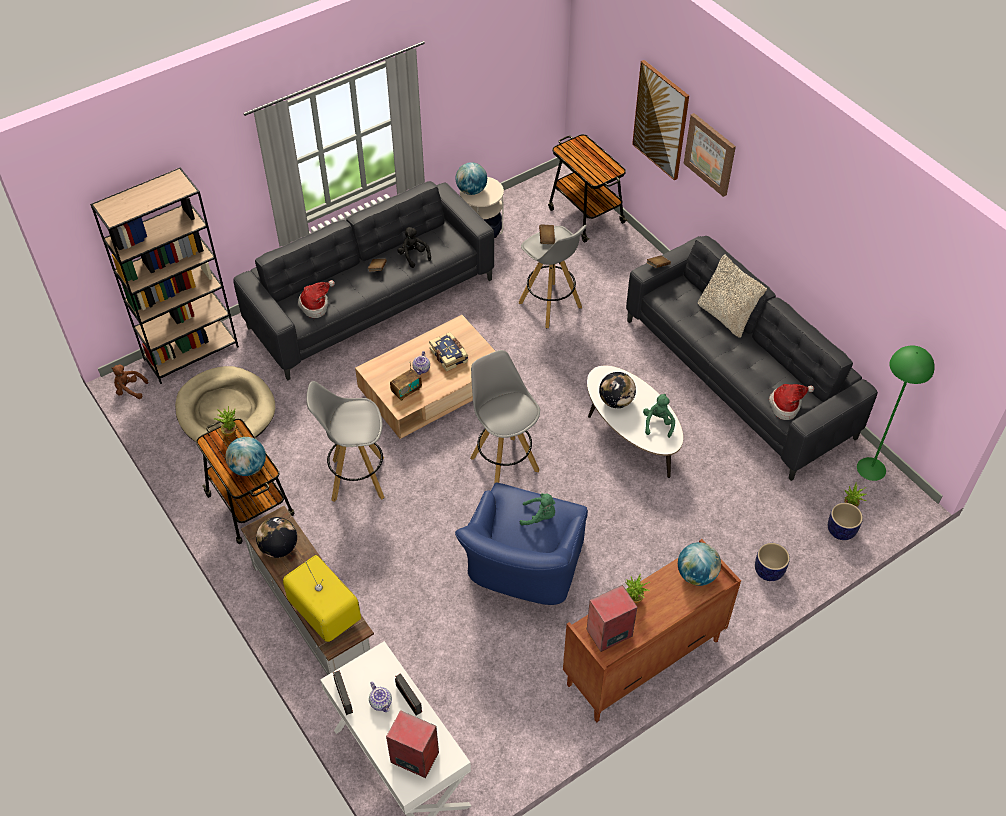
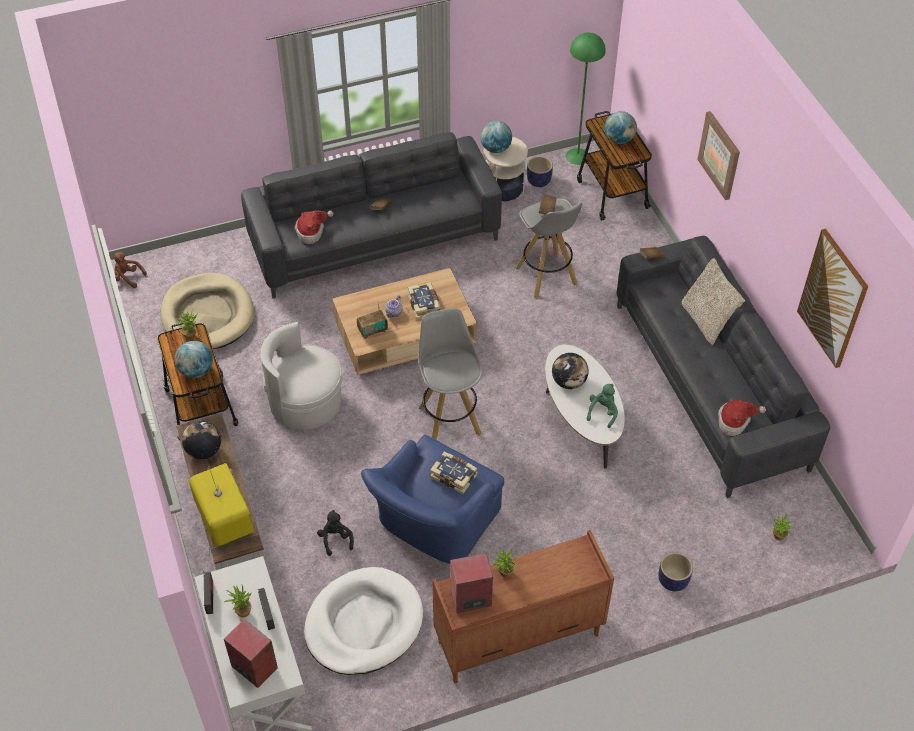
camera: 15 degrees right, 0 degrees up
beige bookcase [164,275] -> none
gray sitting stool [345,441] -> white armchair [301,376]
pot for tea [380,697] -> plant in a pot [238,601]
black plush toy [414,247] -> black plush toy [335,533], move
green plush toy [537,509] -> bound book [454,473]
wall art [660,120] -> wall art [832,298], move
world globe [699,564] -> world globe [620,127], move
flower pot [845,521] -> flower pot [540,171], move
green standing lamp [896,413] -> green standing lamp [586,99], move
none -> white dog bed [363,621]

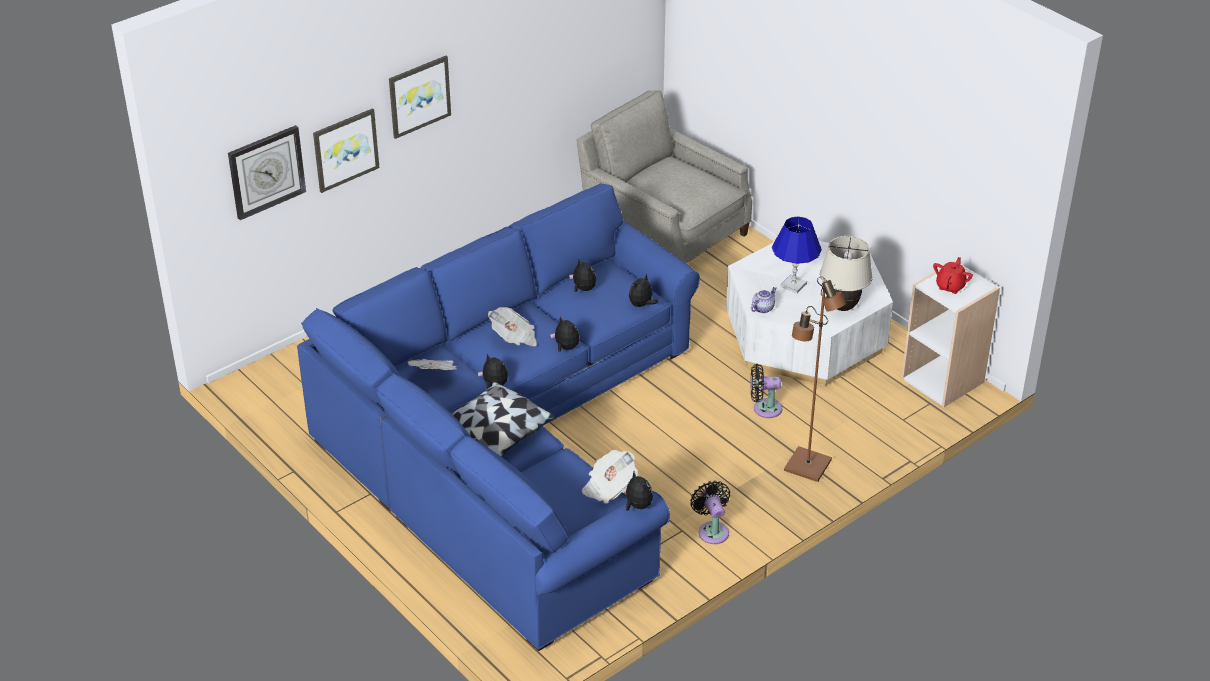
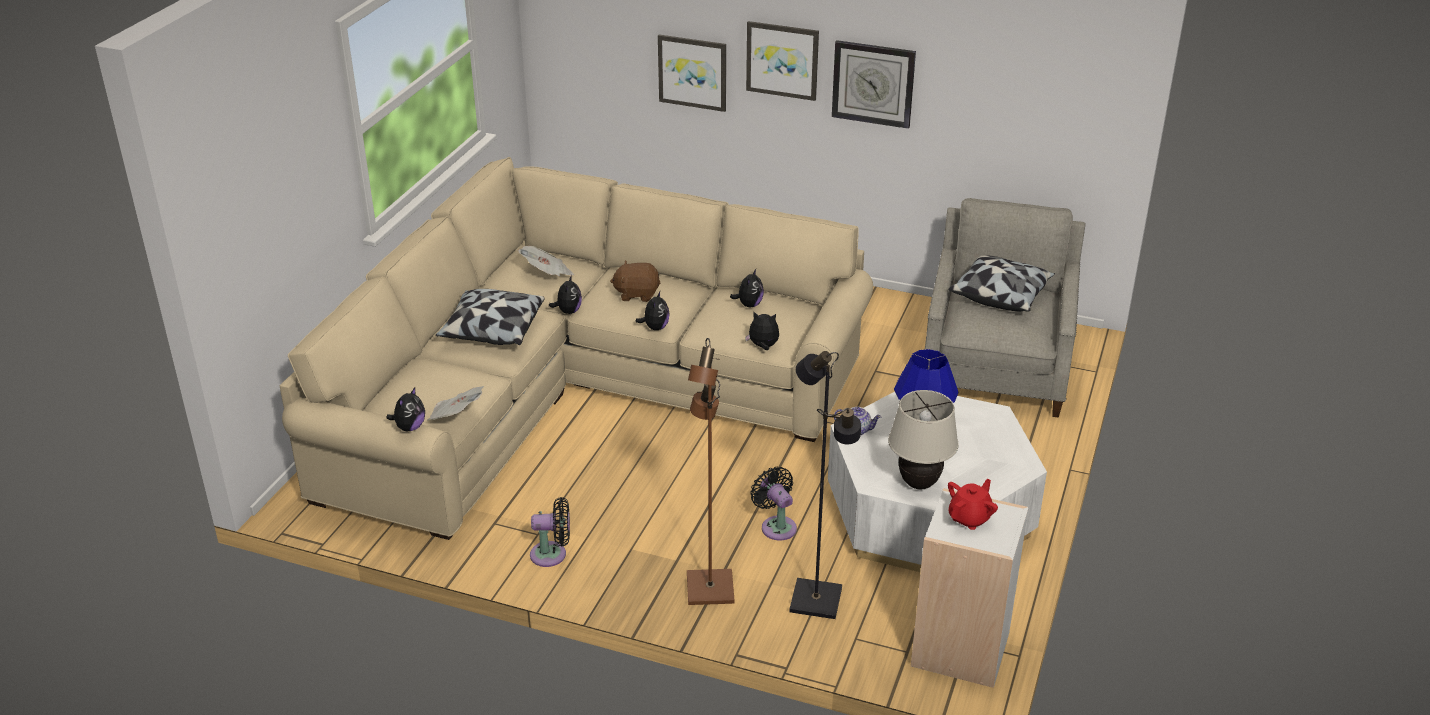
camera: 60 degrees right, 5 degrees down
hanging clock [267,172] -> hanging clock [874,84], move
blue settee [498,417] -> beige settee [576,348]
daily paper [512,326] -> brownish plush toy [635,281]
black electric fan [710,512] -> black electric fan [550,532], 45 degrees clockwise
red pot for tea [953,275] -> red pot for tea [973,504], 45 degrees counterclockwise
none -> black standing lamp [825,485]
none -> throw pillow [1001,283]

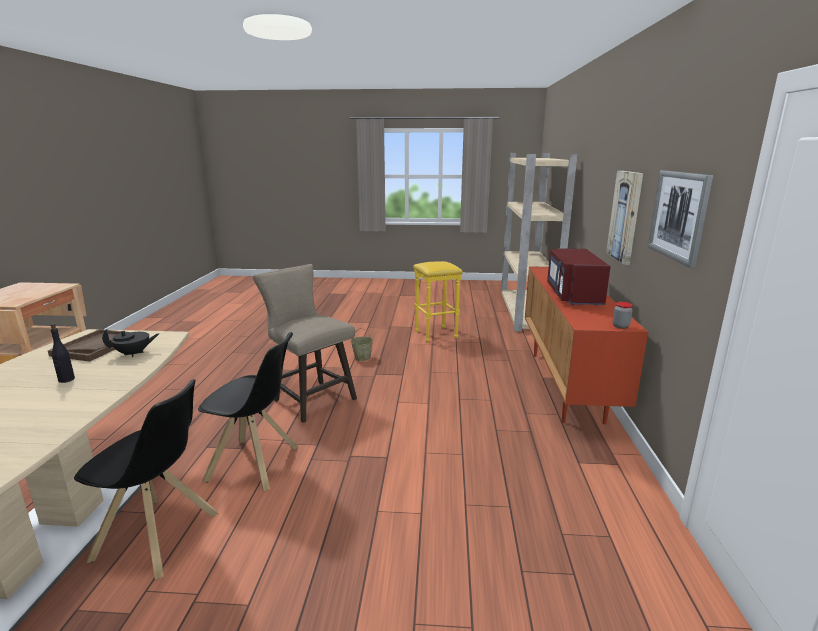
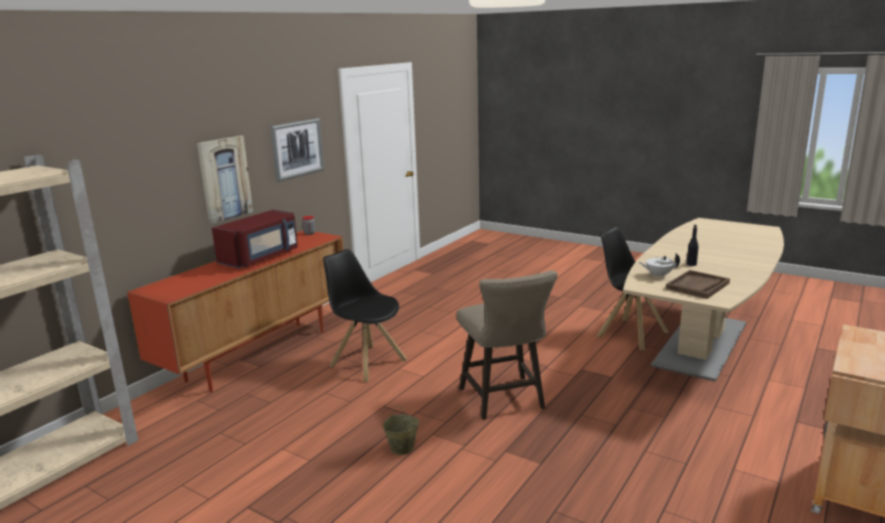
camera: 150 degrees left, 0 degrees up
black pot for tea [130,343] -> white pot for tea [659,265]
black plain chair [248,411] -> black plain chair [365,315], move
yellow-coloured sitting stool [438,301] -> none

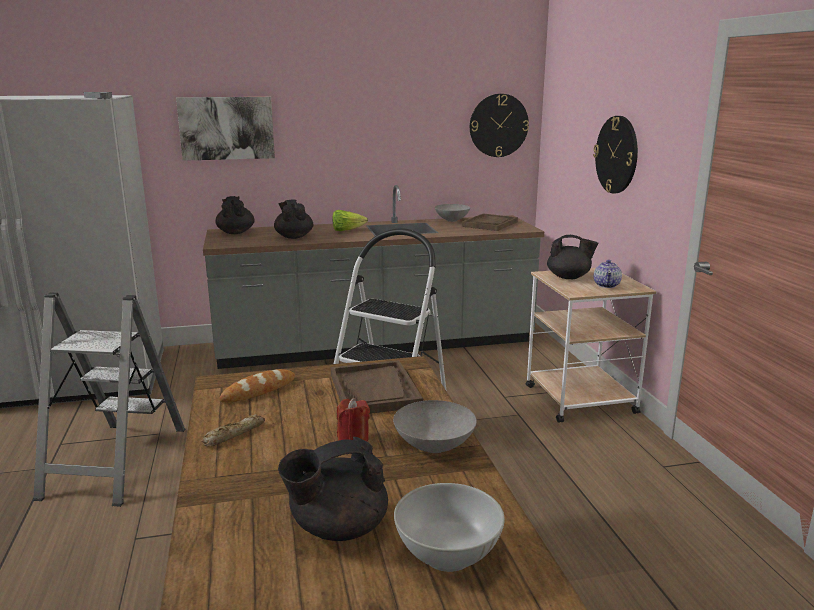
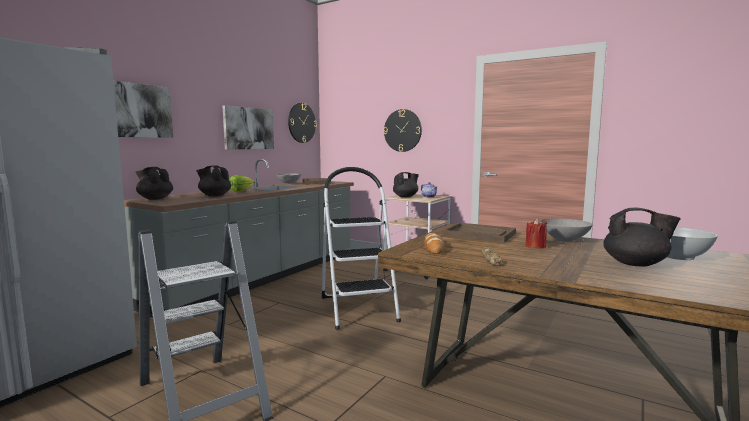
camera: 45 degrees left, 10 degrees down
black pot for tea [333,489] -> black pot for tea [642,237], 90 degrees counterclockwise
none -> wall art [248,127]

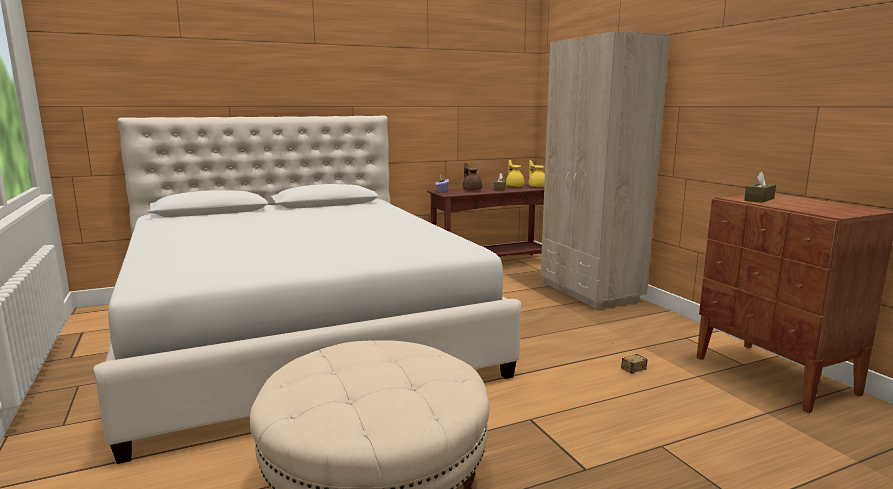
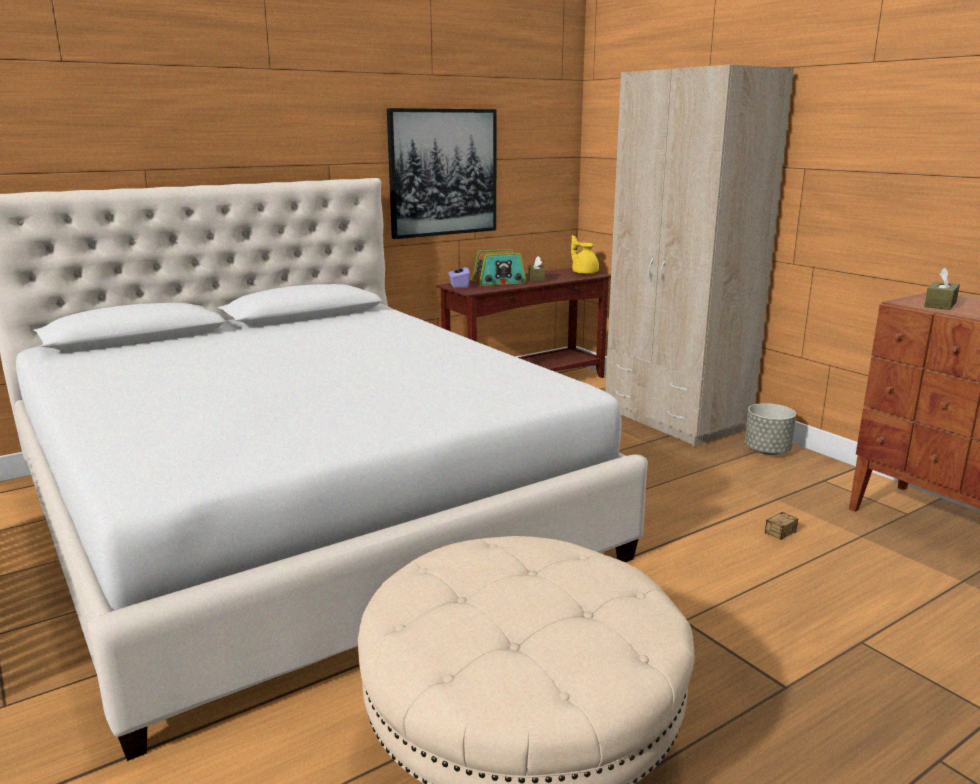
camera: 10 degrees left, 5 degrees up
brownish pot for tea [472,176] -> radio receiver [499,267]
yellow-coloured pot for tea [515,173] -> none
none -> wall art [442,173]
none -> gray flower pot [770,429]

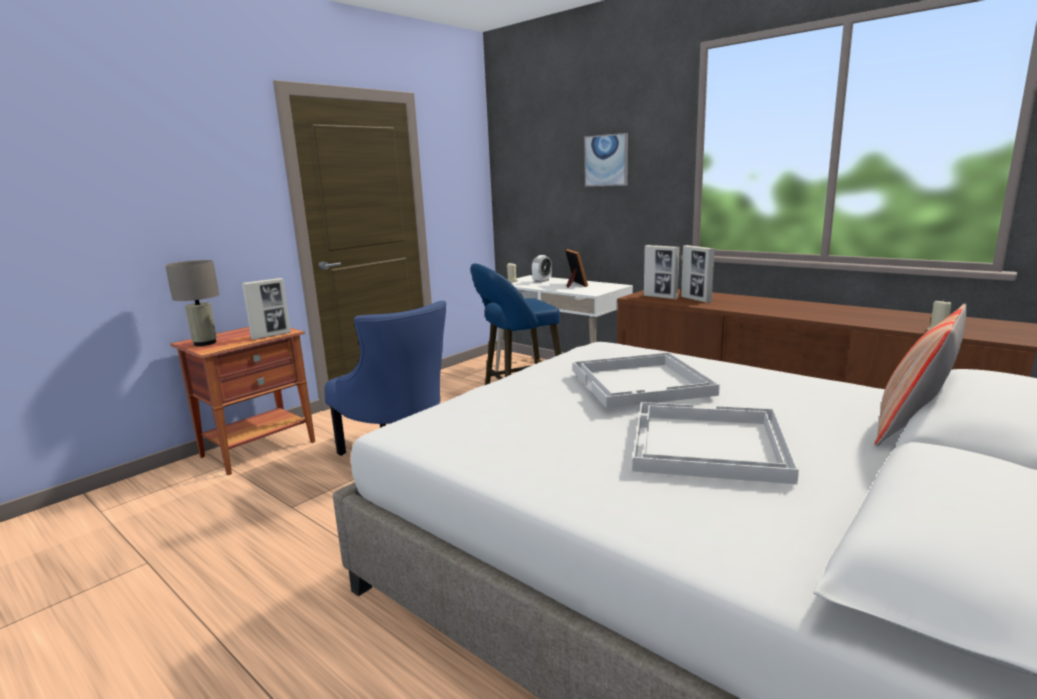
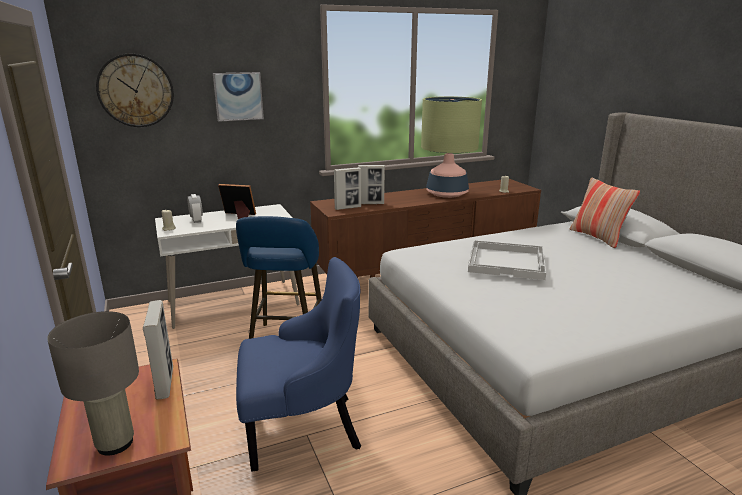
camera: 65 degrees left, 5 degrees up
white carrying tray [716,443] -> none
none -> hanging clock [135,90]
none -> tabletop lamp [451,147]

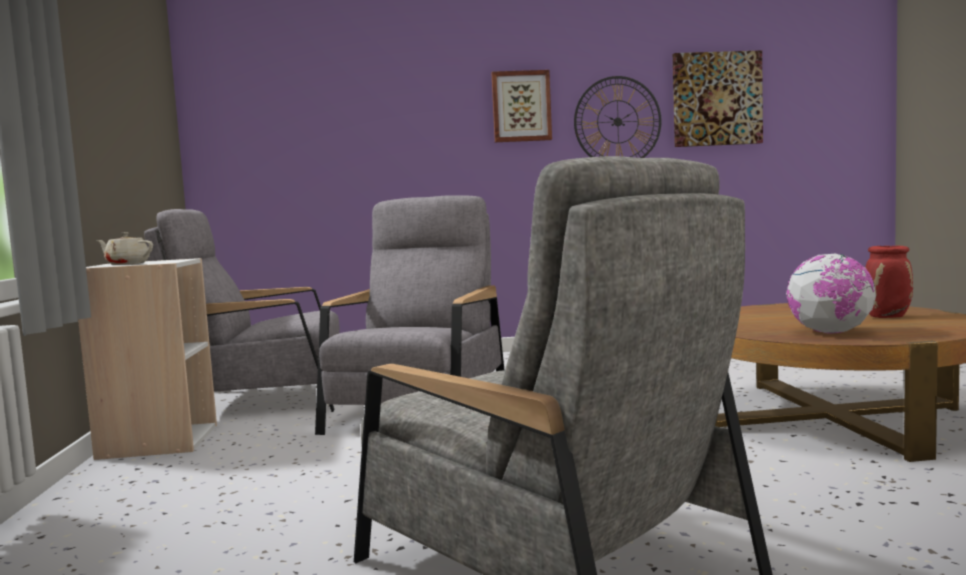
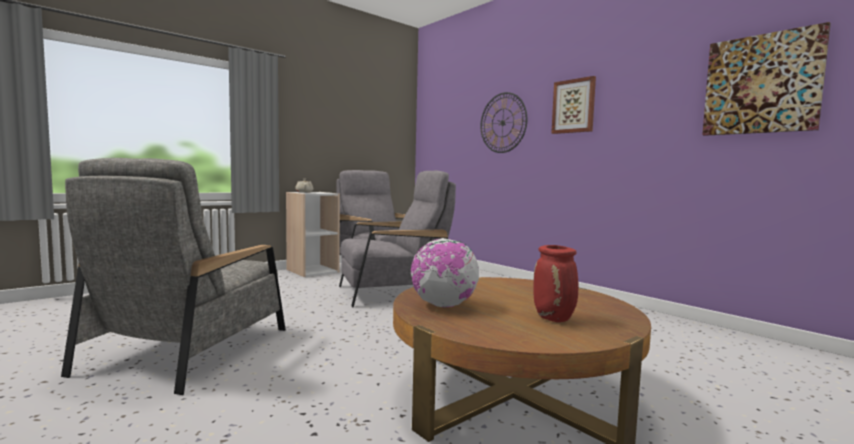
camera: 55 degrees right, 0 degrees up
hanging clock [617,117] -> hanging clock [504,122], move

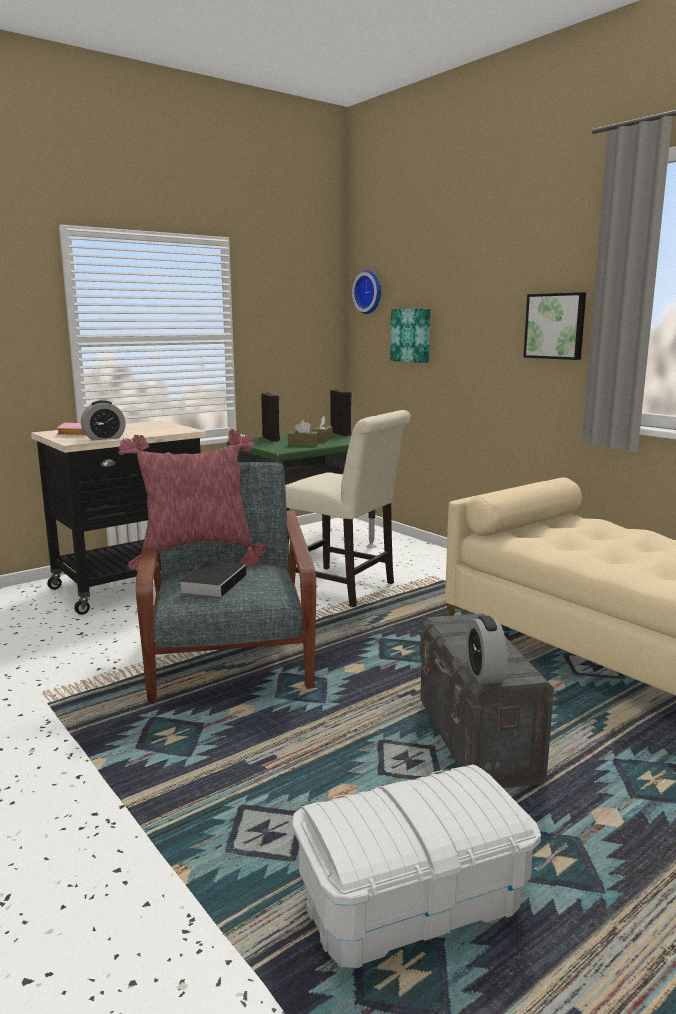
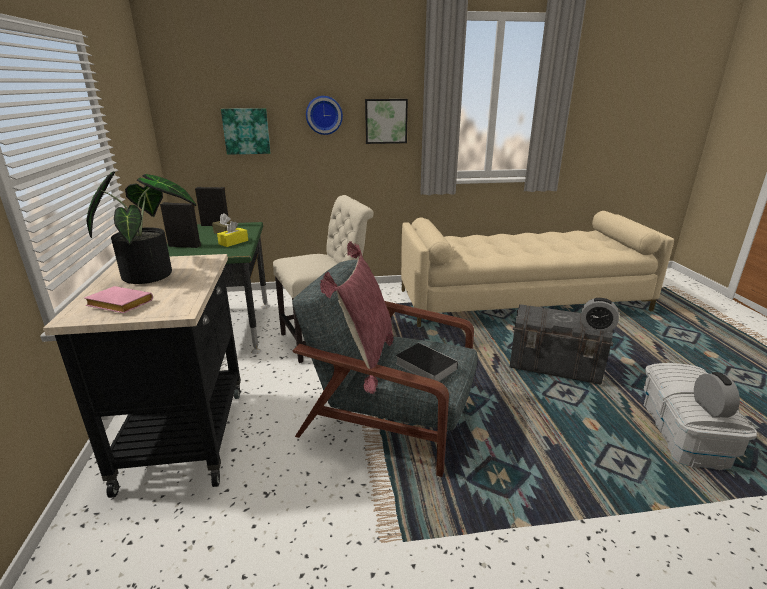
camera: 60 degrees left, 10 degrees up
table clock [103,420] -> table clock [717,394], move
brownish tissue box [303,433] -> yellow-coloured tissue box [232,234]
hanging clock [366,292] -> hanging clock [324,115], move
none -> plant in a pot [141,227]

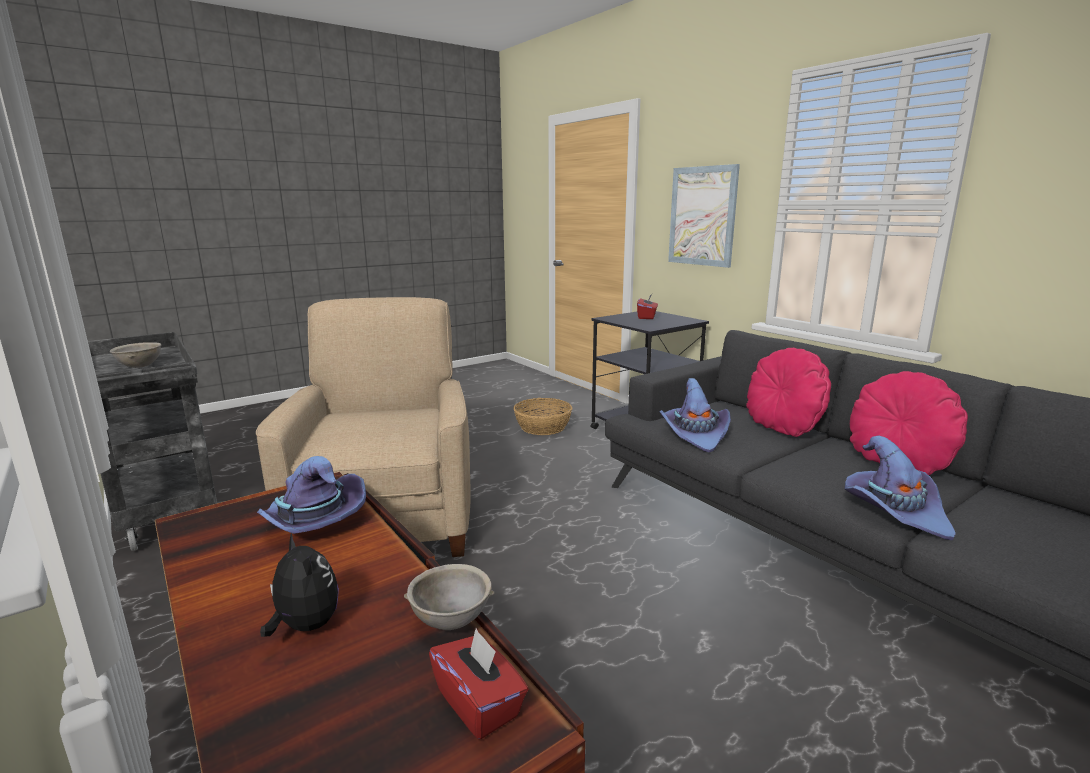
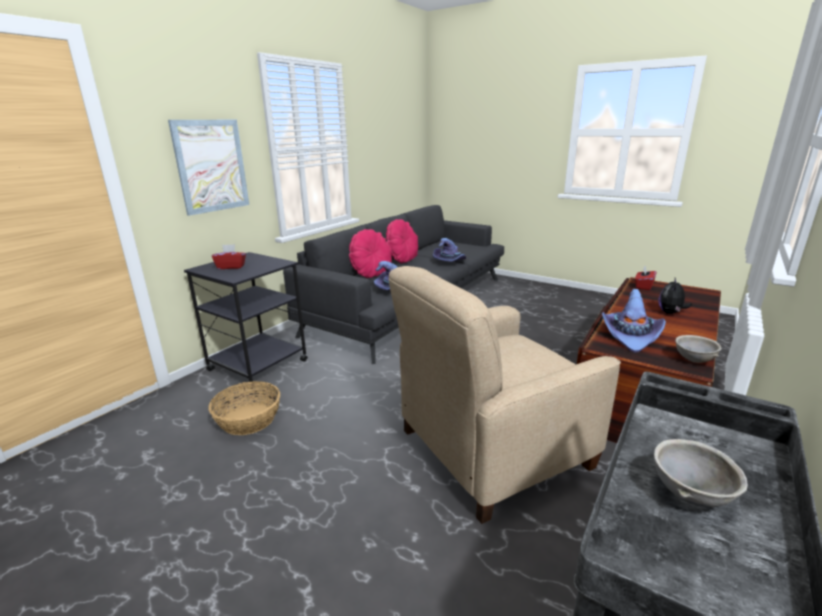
camera: 110 degrees left, 5 degrees up
gray bowl [449,597] -> gray bowl [698,349], move

